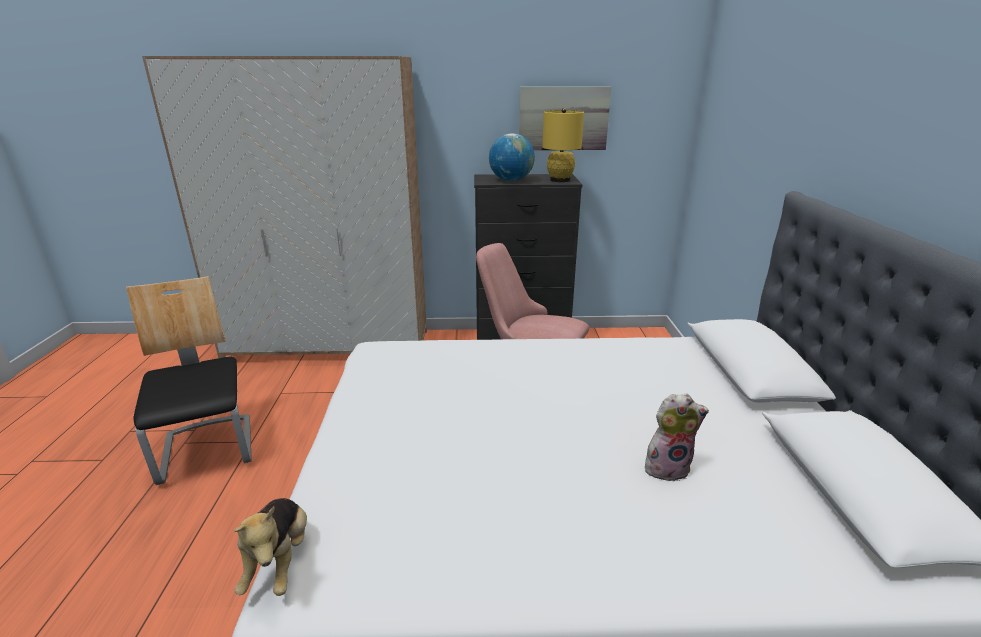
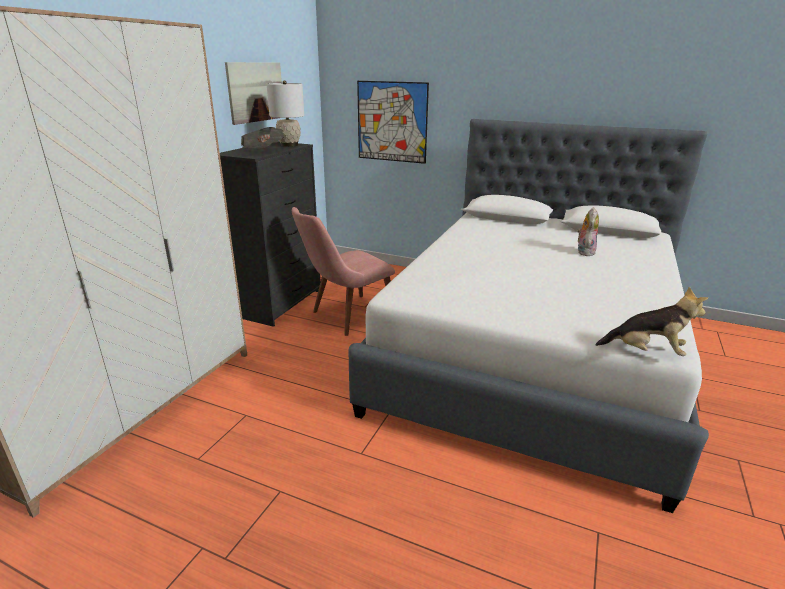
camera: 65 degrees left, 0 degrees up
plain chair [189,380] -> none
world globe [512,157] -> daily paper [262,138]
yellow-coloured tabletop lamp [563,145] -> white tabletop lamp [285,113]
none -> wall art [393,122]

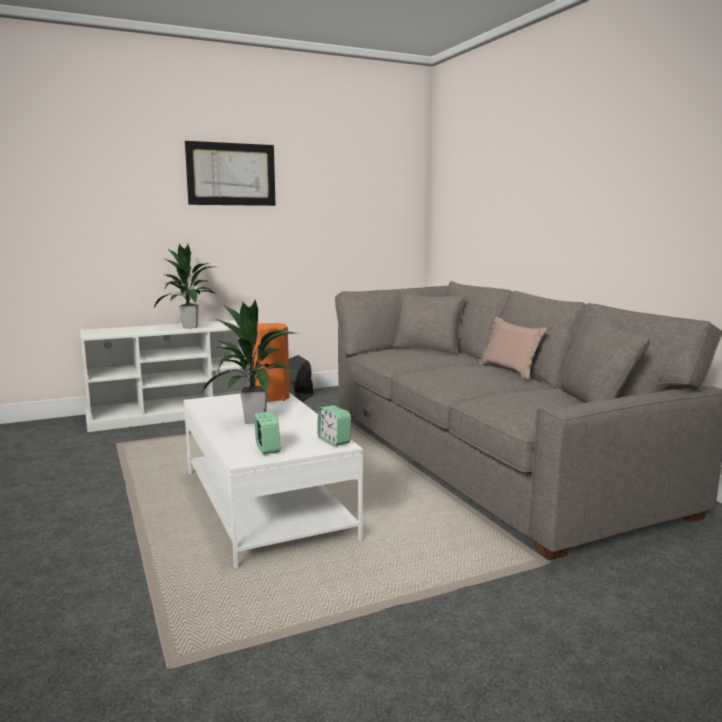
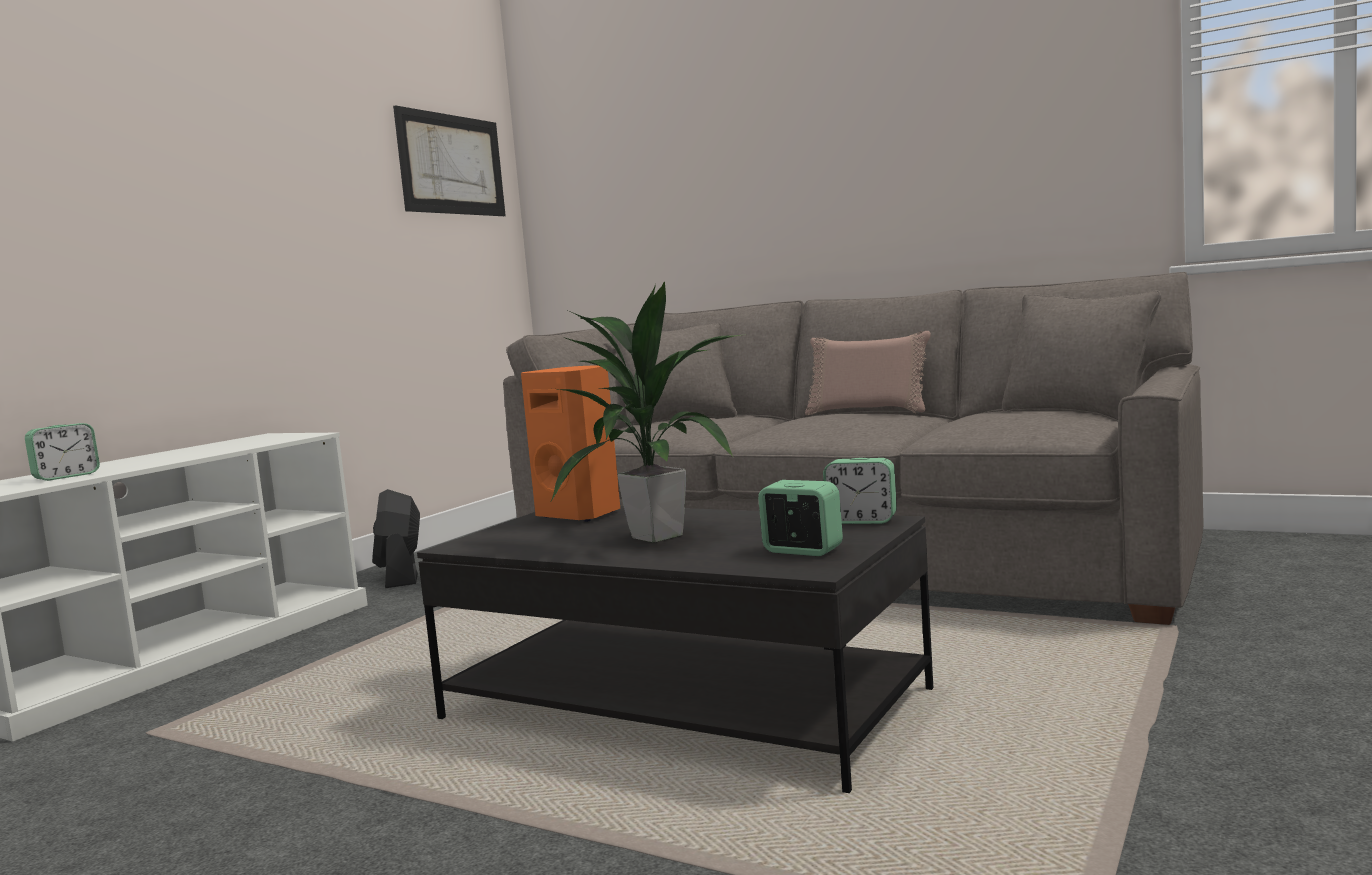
camera: 35 degrees left, 5 degrees down
plant in a pot [184,286] -> none
white low table [273,480] -> black low table [675,649]
wall art [230,173] -> wall art [449,160], move
none -> table clock [62,452]

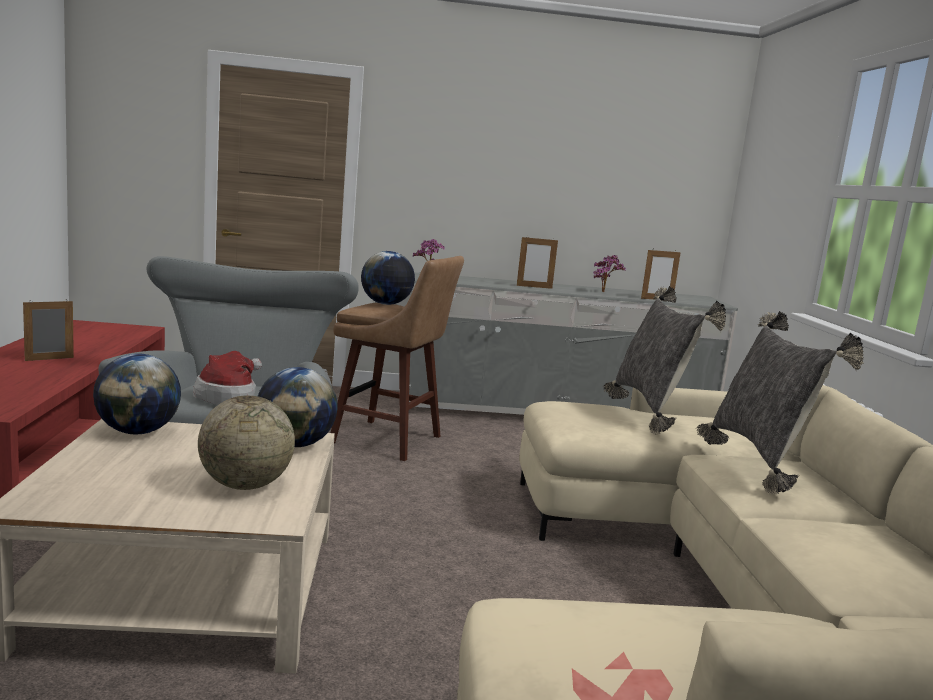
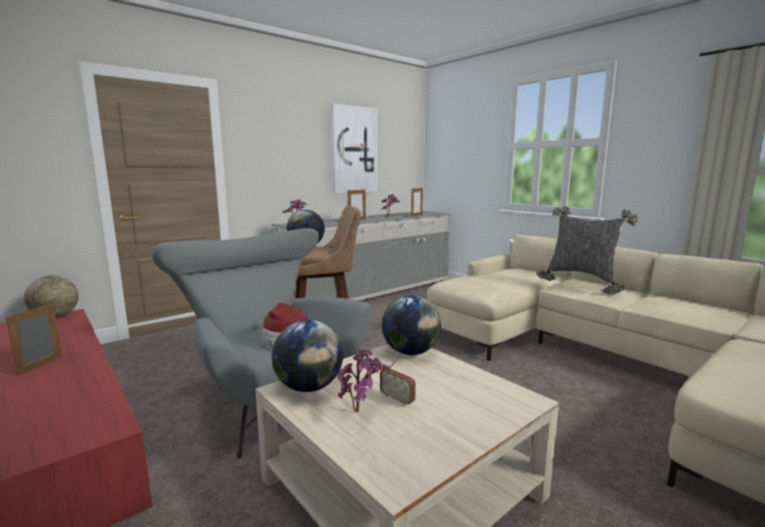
camera: 35 degrees left, 0 degrees up
world globe [246,443] -> world globe [51,297], move
throw pillow [665,360] -> none
none -> wall art [354,148]
none -> plant in a pot [363,380]
none -> radio receiver [398,379]

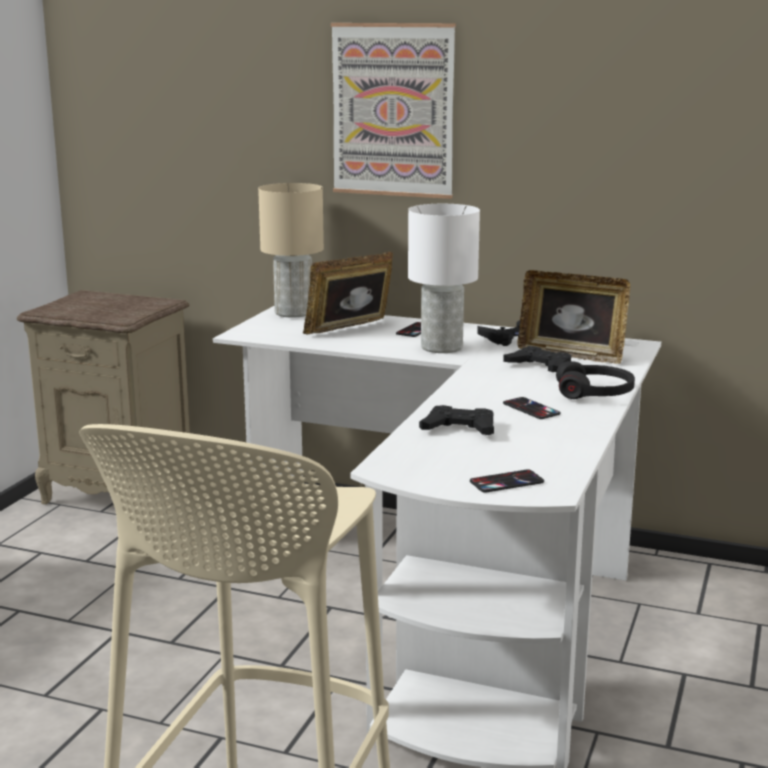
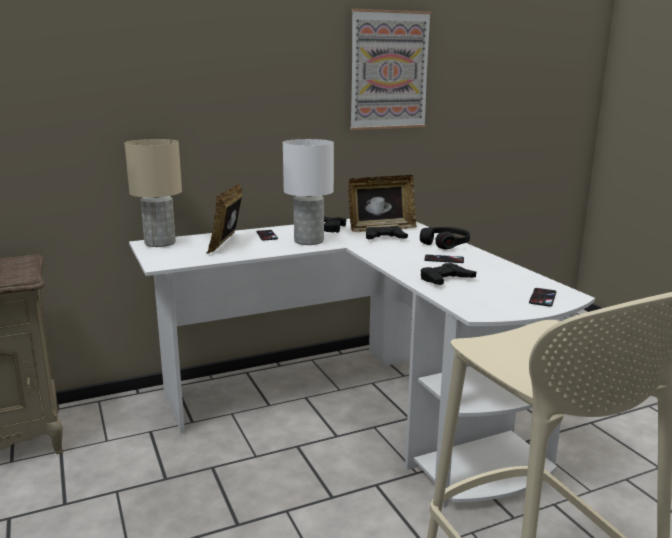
camera: 45 degrees left, 0 degrees up
wall art [393,111] -> wall art [390,69], move

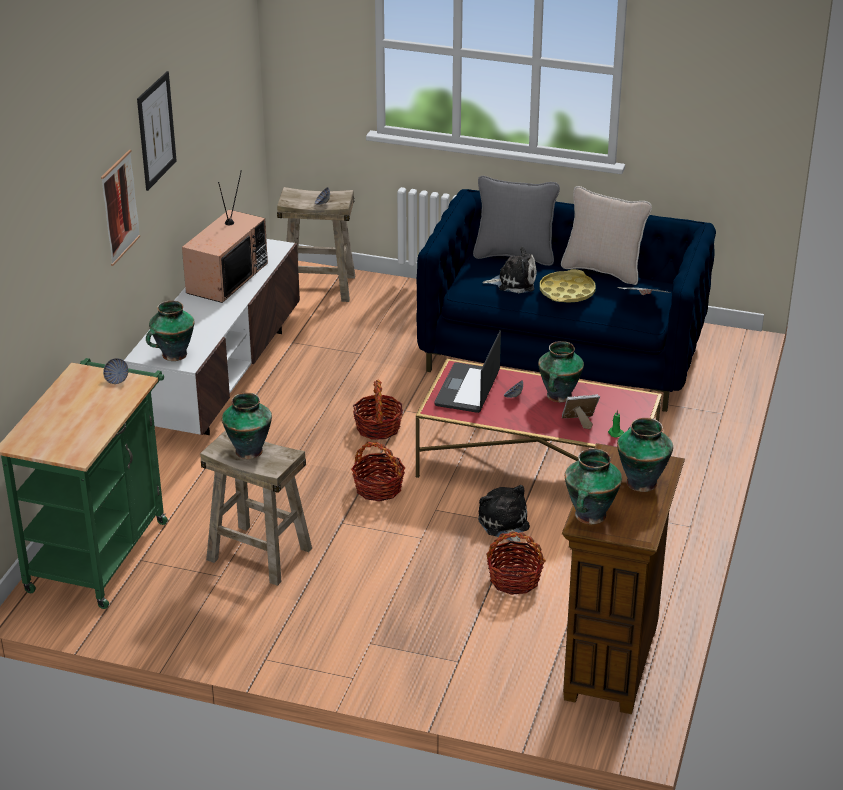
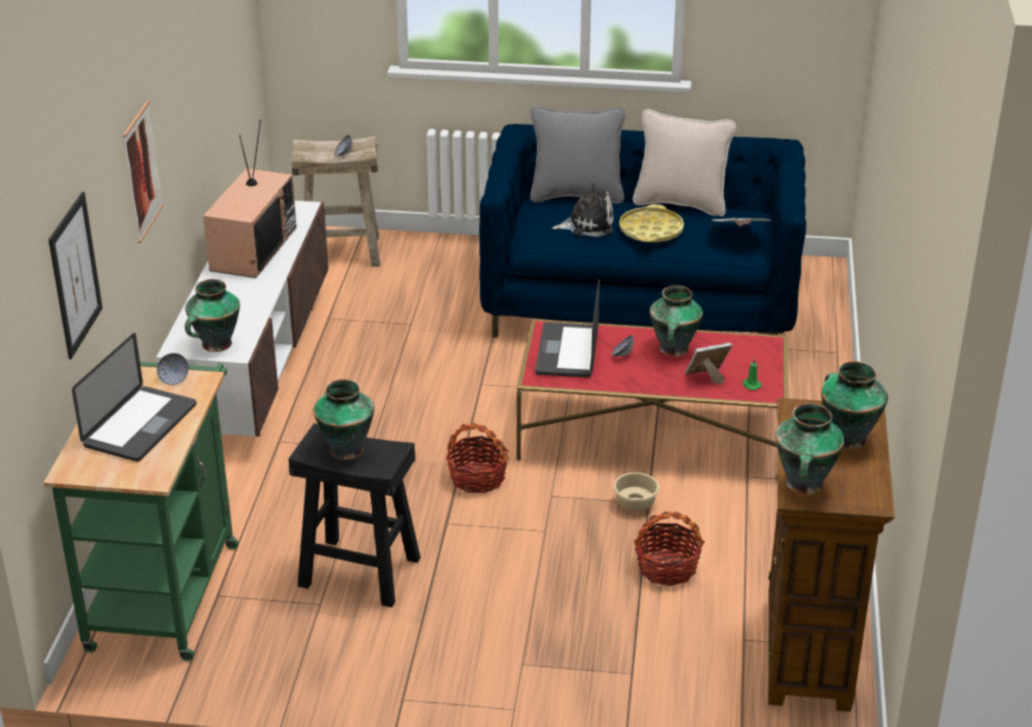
camera: 10 degrees left, 0 degrees up
wall art [157,131] -> wall art [75,275], move
beige sitting stool [256,508] -> black sitting stool [355,515]
storage basket [378,410] -> none
plush toy [504,513] -> beige bowl [636,491]
none -> portable computer [134,397]

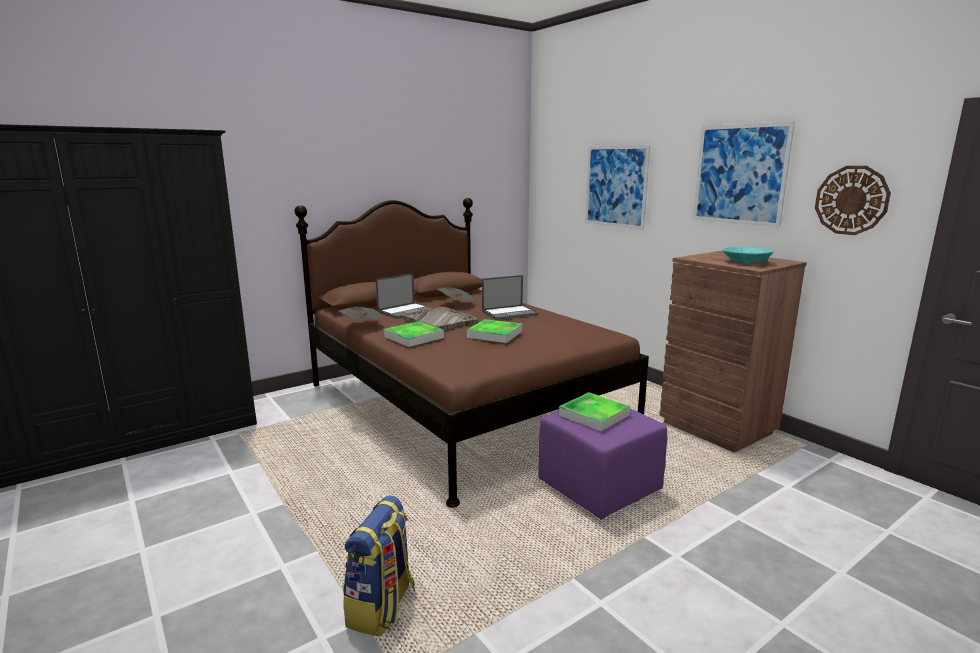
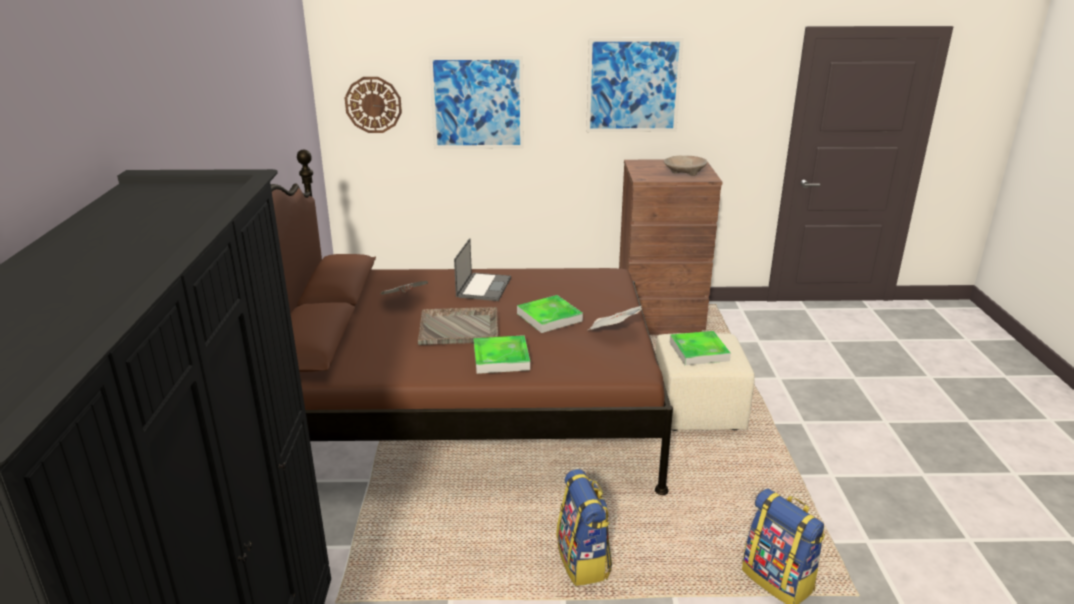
camera: 55 degrees left, 10 degrees up
daily paper [360,313] -> daily paper [615,318], move
portable computer [404,296] -> none
purple-coloured pouffe [602,464] -> beige pouffe [705,382]
turquoise-coloured bowl [748,256] -> beige bowl [685,166]
hanging clock [853,200] -> hanging clock [373,105], move
none -> backpack [584,527]

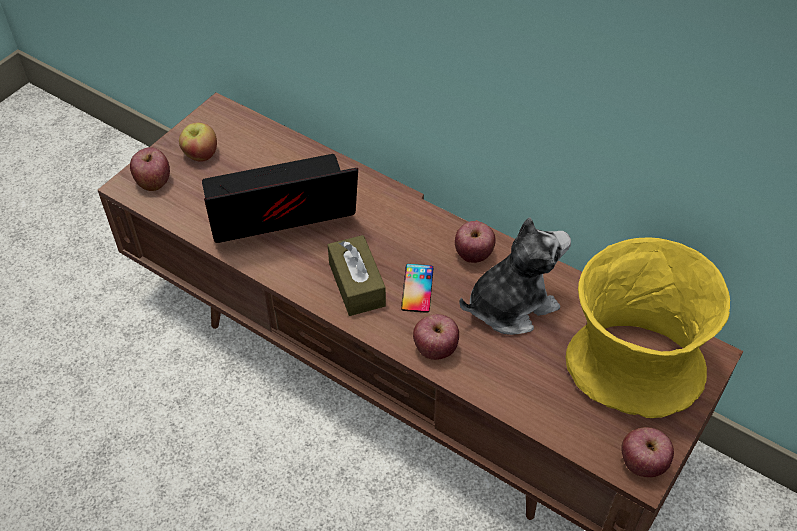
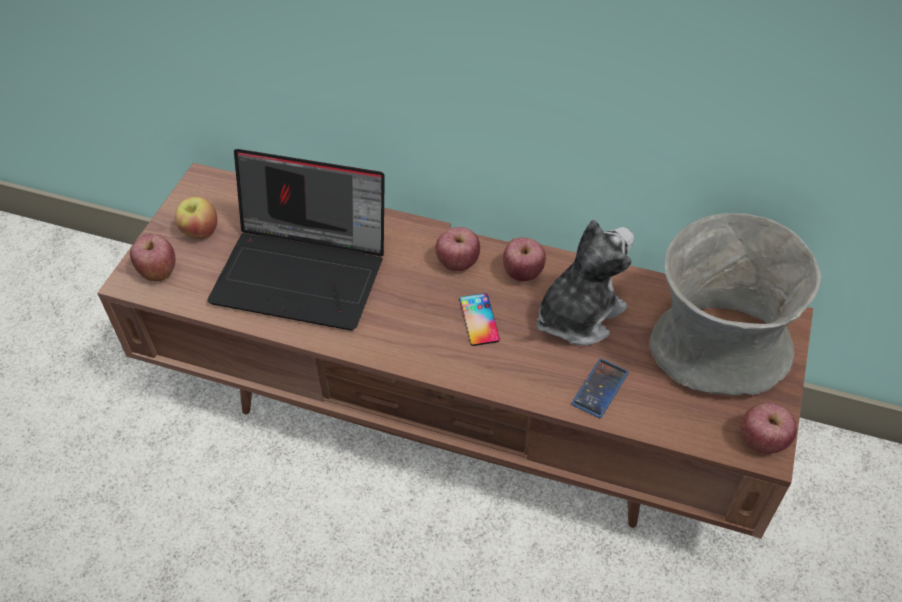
camera: 15 degrees left, 0 degrees up
portable computer [280,198] -> portable computer [296,240], 135 degrees counterclockwise
brownish tissue box [357,275] -> none
apple [436,337] -> apple [457,249], move
yellow-coloured vase [648,327] -> gray vase [735,304]
none -> phone [600,388]

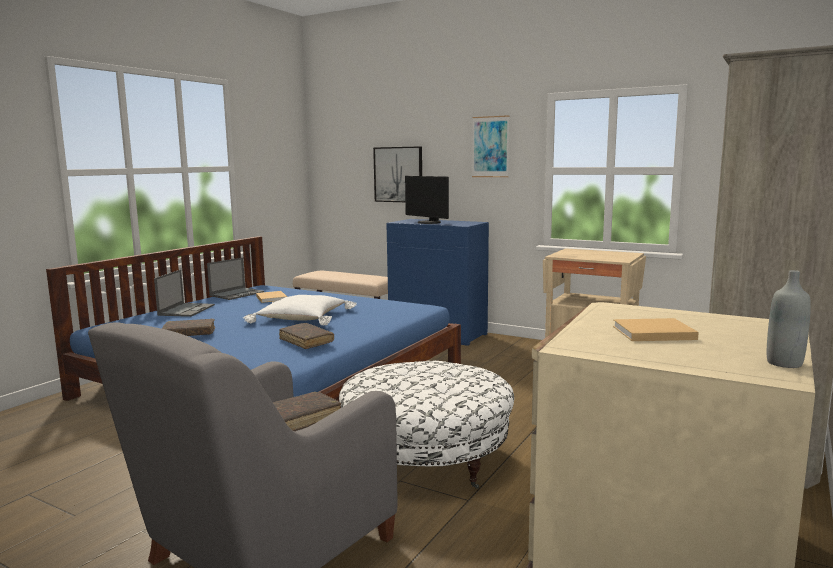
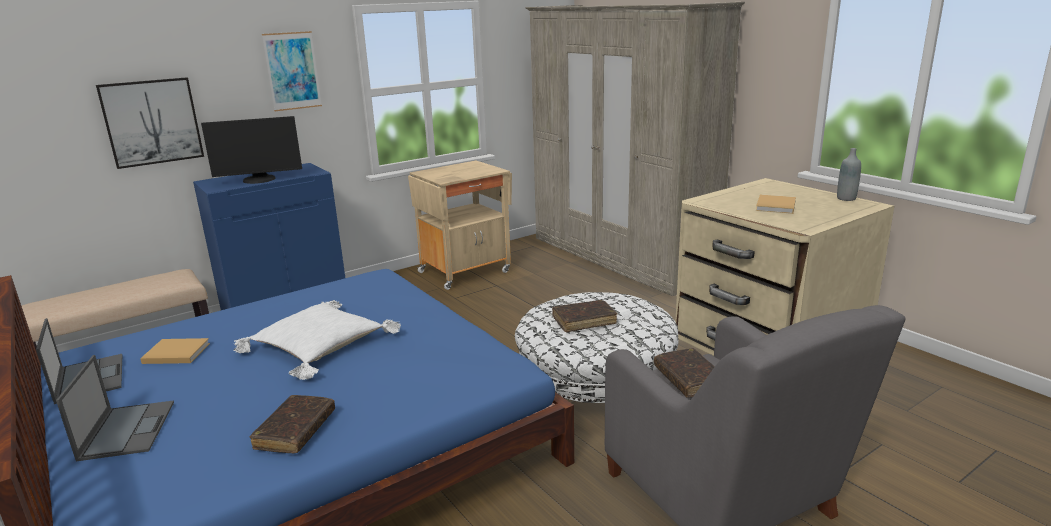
camera: 65 degrees left, 10 degrees up
portable computer [184,293] -> portable computer [115,408], 45 degrees clockwise
brownish bound book [306,336] -> brownish bound book [584,316], move

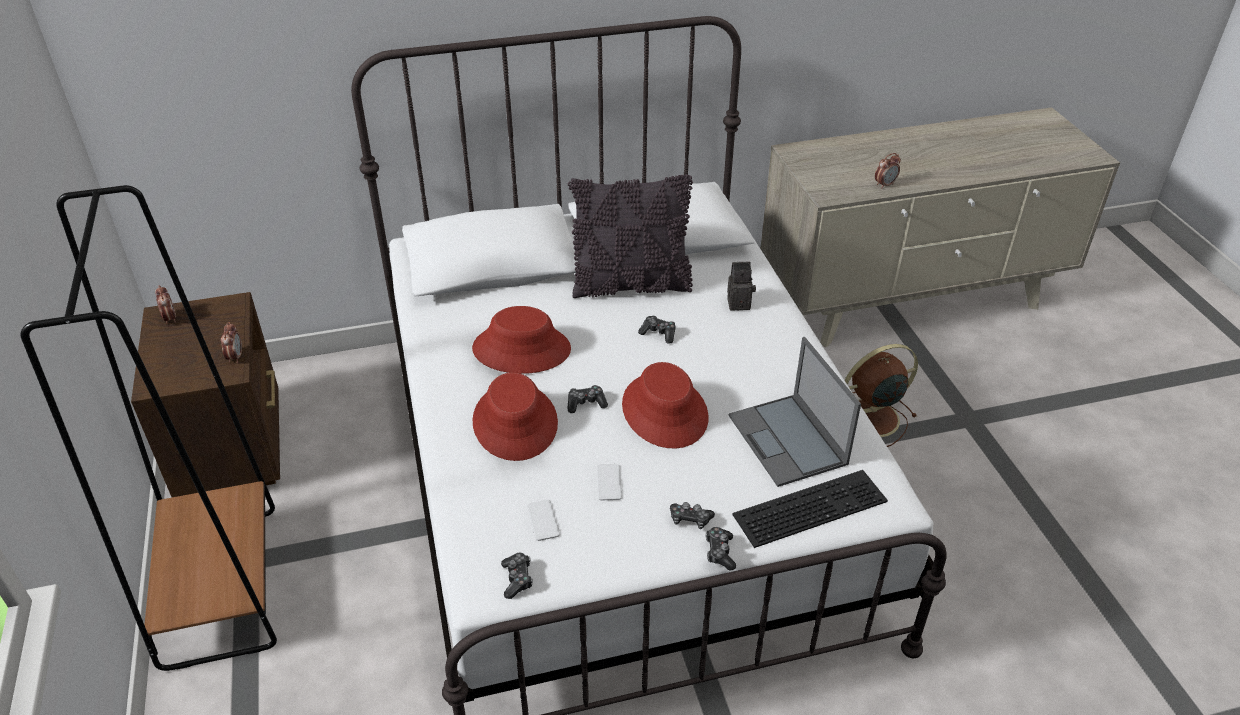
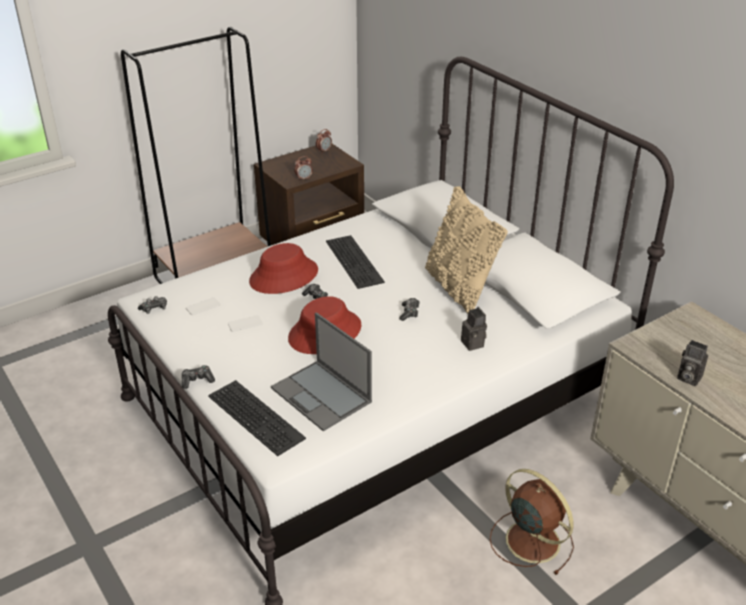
camera: 70 degrees right, 5 degrees down
red hat [521,340] -> keyboard [355,262]
black throw pillow [630,236] -> beige throw pillow [466,249]
gamepad [692,515] -> none
portable computer [795,412] -> portable computer [321,371], 90 degrees counterclockwise
table clock [888,171] -> photo camera [692,363]

